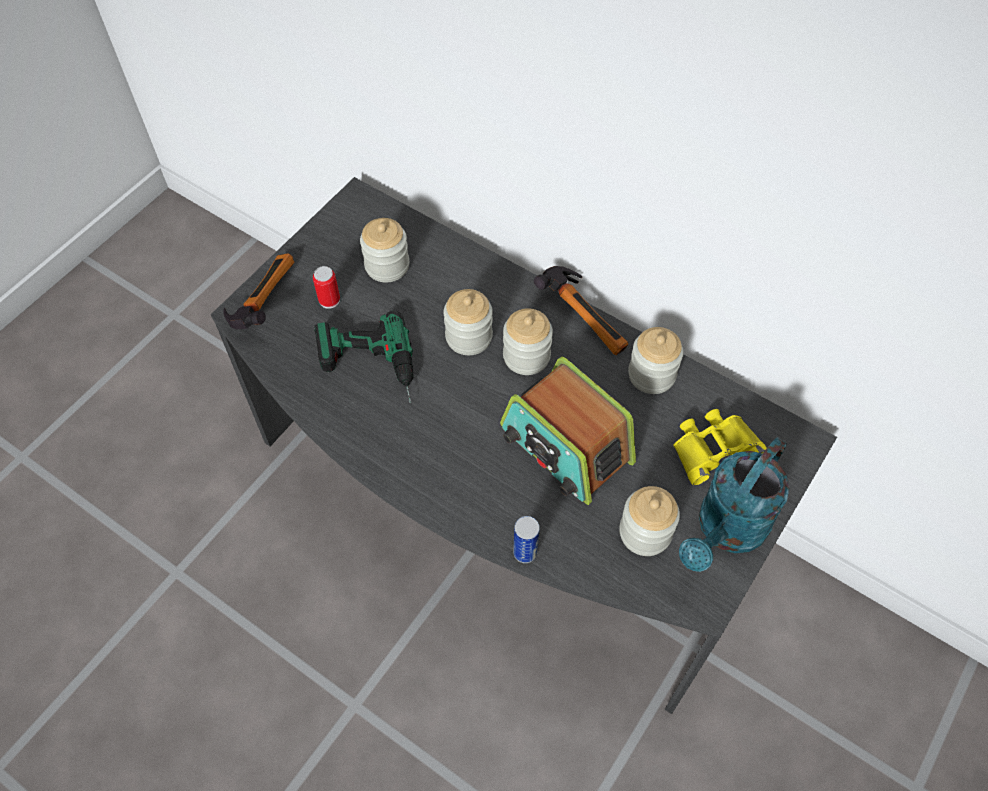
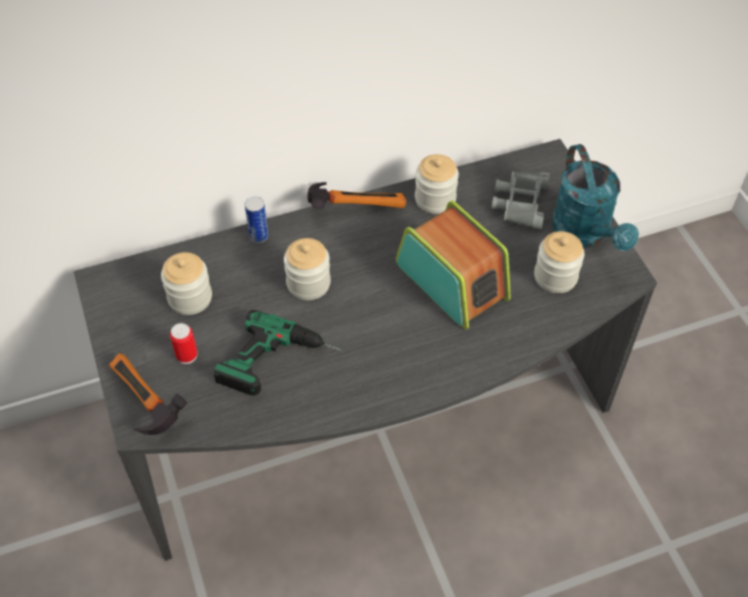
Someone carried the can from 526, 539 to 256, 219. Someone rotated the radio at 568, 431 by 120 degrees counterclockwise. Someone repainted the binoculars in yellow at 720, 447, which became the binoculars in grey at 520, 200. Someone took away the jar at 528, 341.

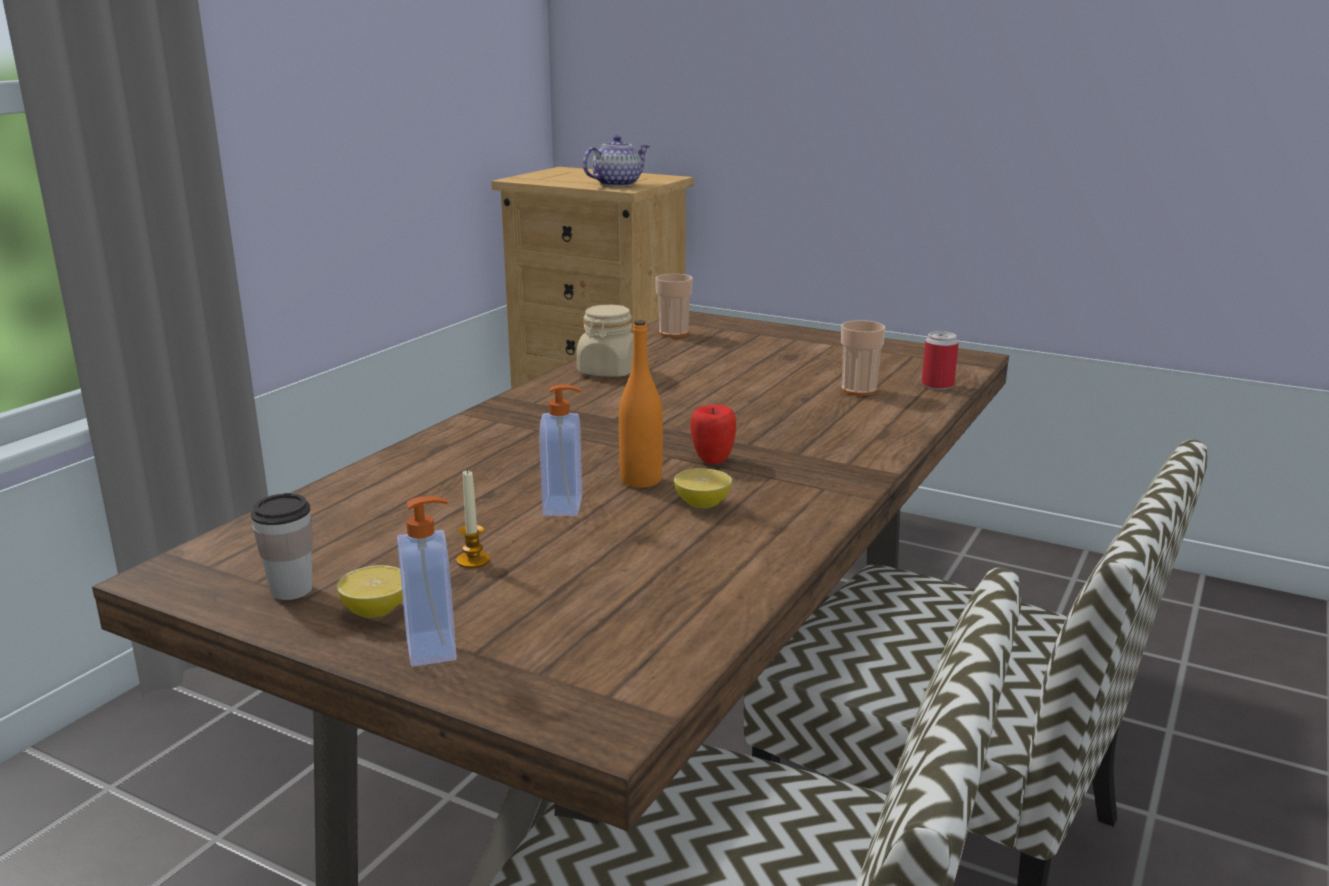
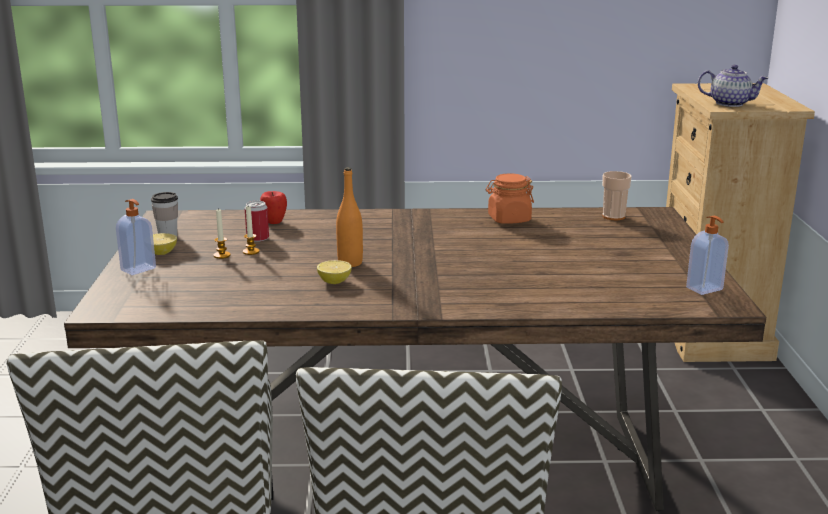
Someone put down the candle at 251, 230. Someone carried the can from 940, 360 to 257, 221. Someone carried the apple from 713, 434 to 273, 207. Someone repainted the jar in beige at 605, 341, which became the jar in orange at 510, 198. Someone carried the soap dispenser from 560, 450 to 707, 255. Someone took away the cup at 863, 358.

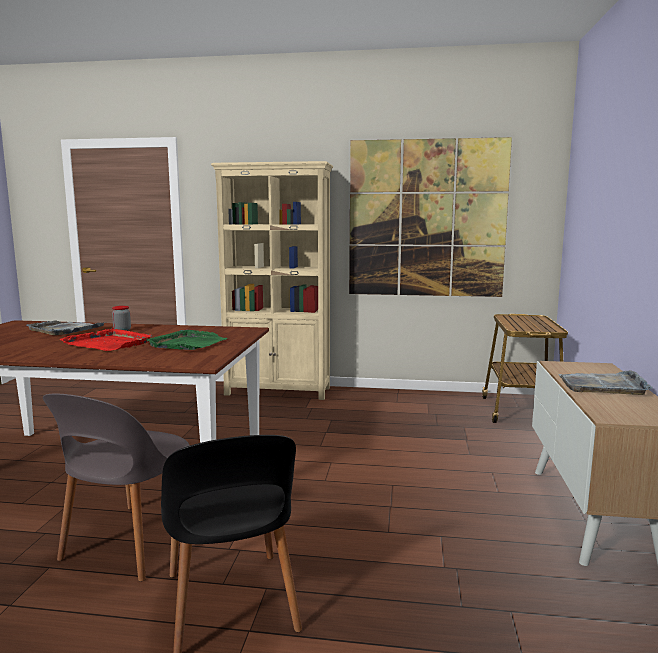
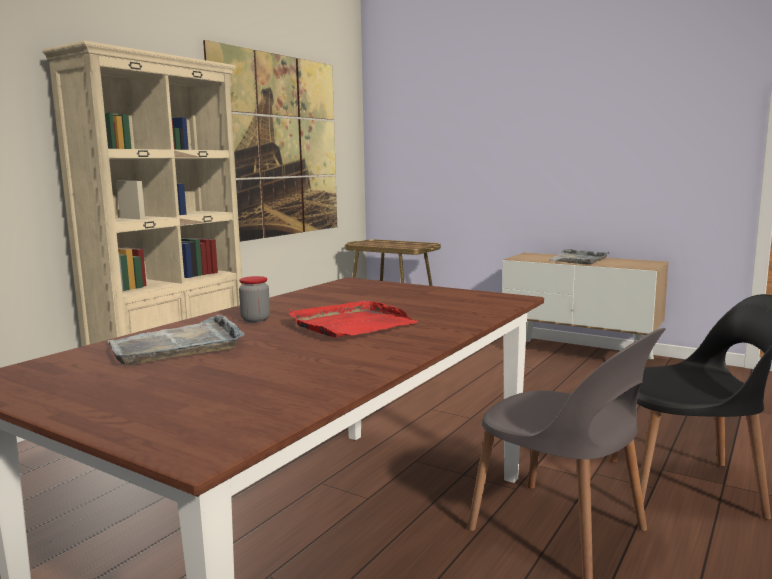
Someone took away the tray in green at 186, 340.

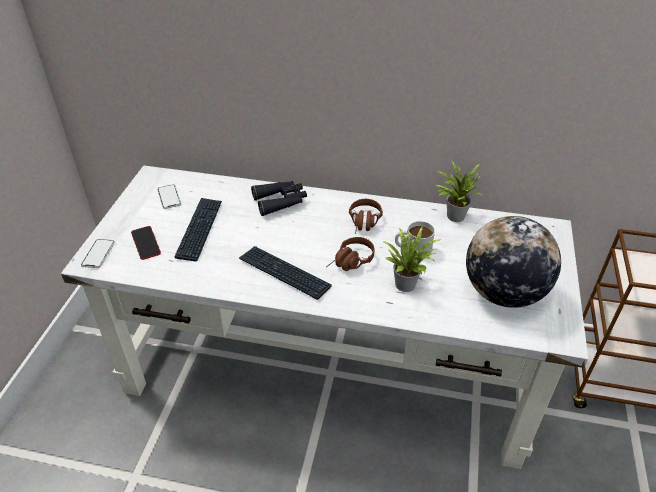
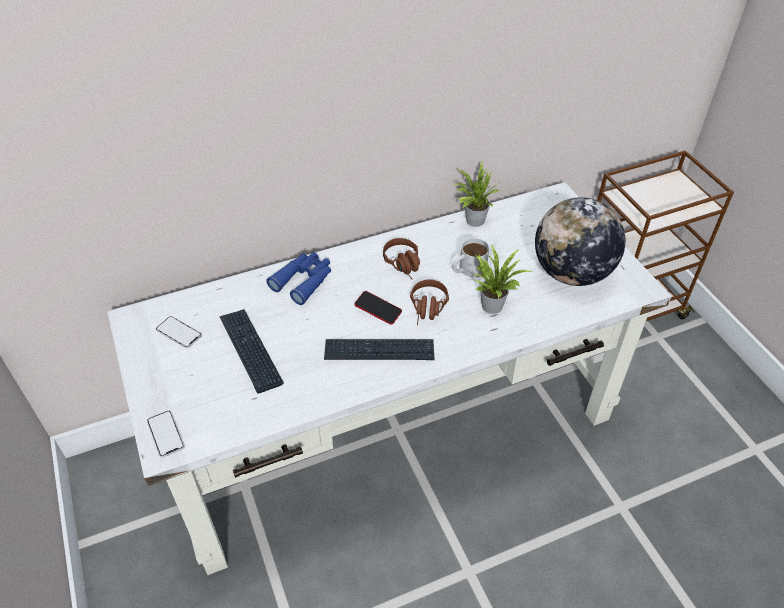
Someone repainted the binoculars in black at 279, 198, which became the binoculars in blue at 298, 278. Someone carried the phone from 146, 243 to 378, 308.

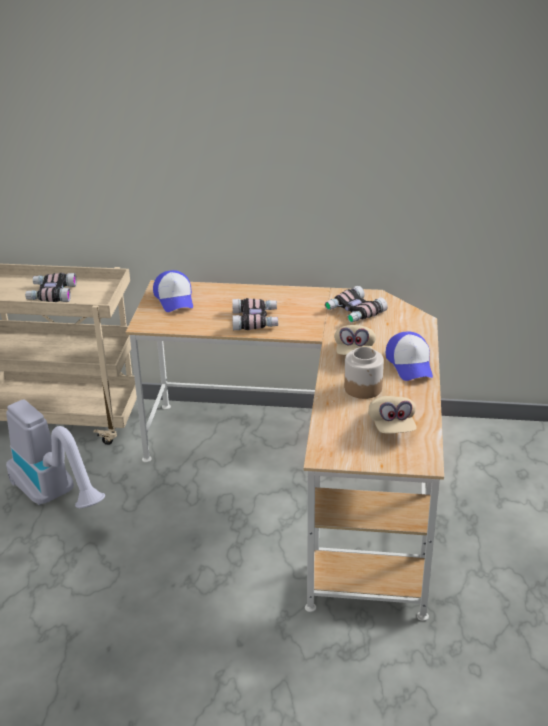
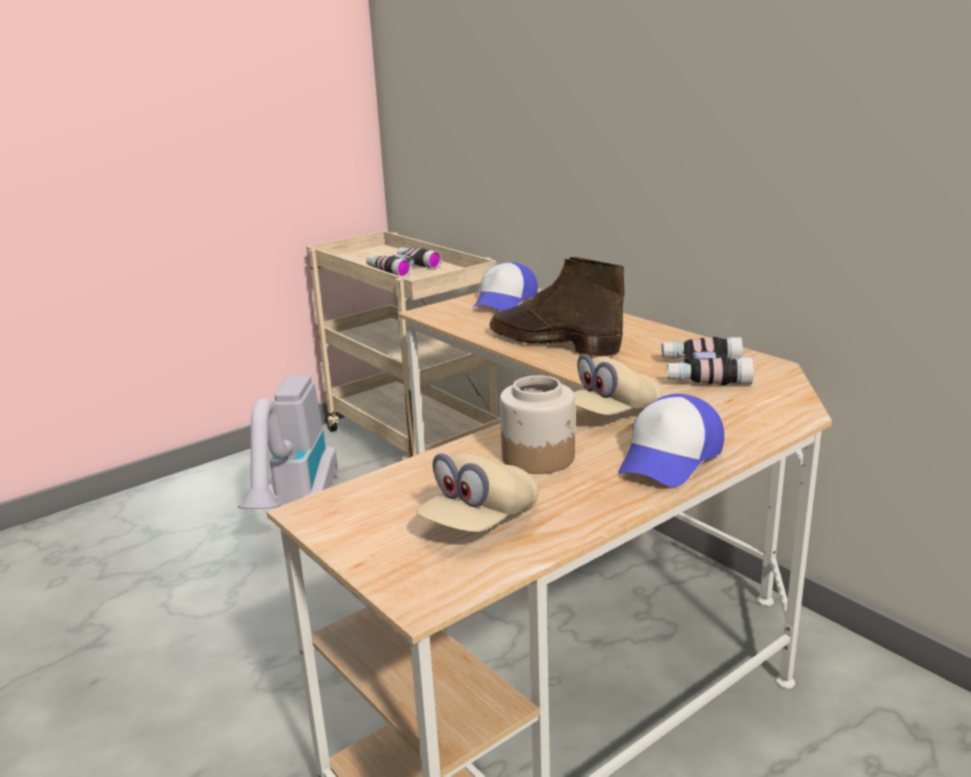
Someone swapped the binoculars at 255, 314 for the boot in brown at 557, 307.

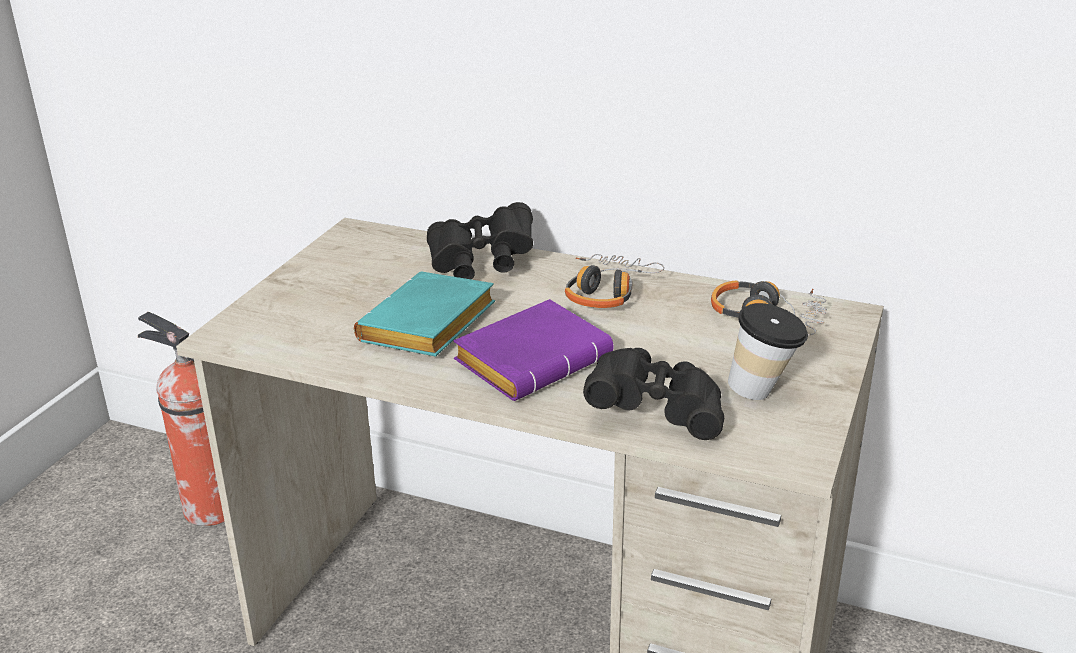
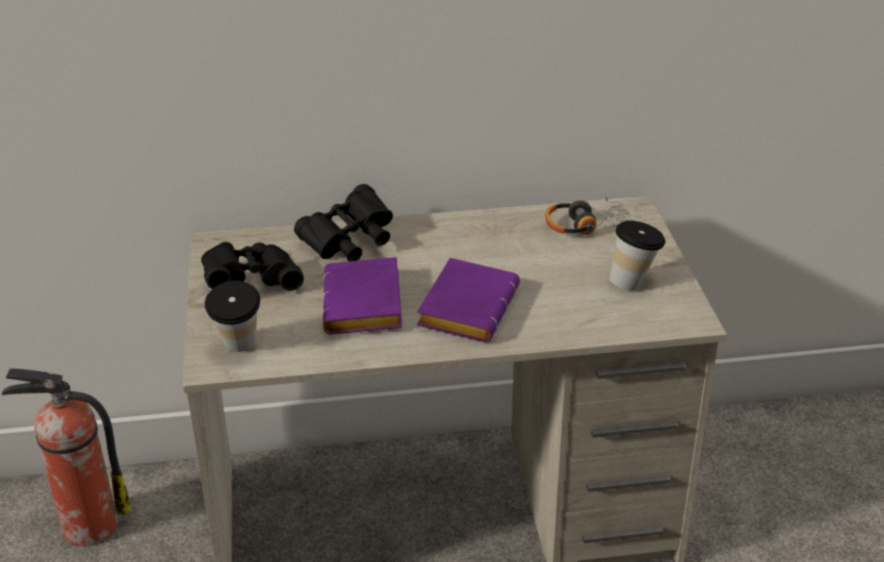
Someone carried the binoculars in black from 653, 394 to 252, 266. Someone put down the cup at 232, 316. Someone repainted the book in turquoise at 424, 314, which became the book in purple at 362, 295. Someone took away the headphones at 614, 281.

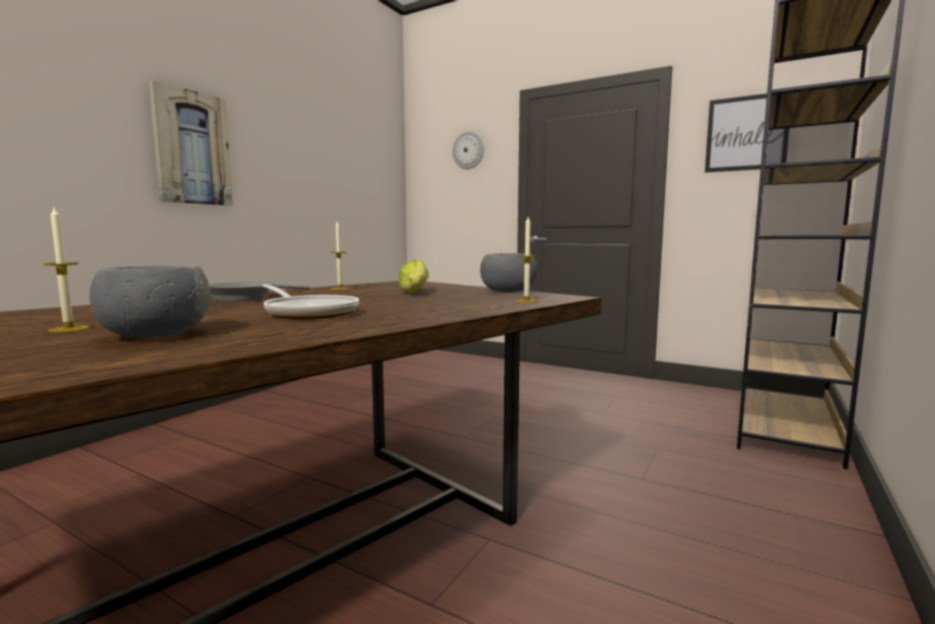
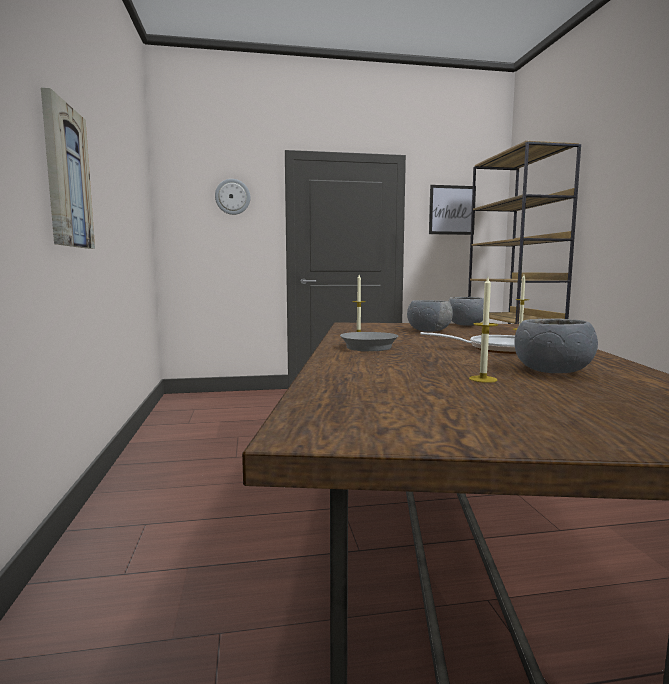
Someone swapped the lettuce at 414, 275 for the bowl in grey at 430, 316.

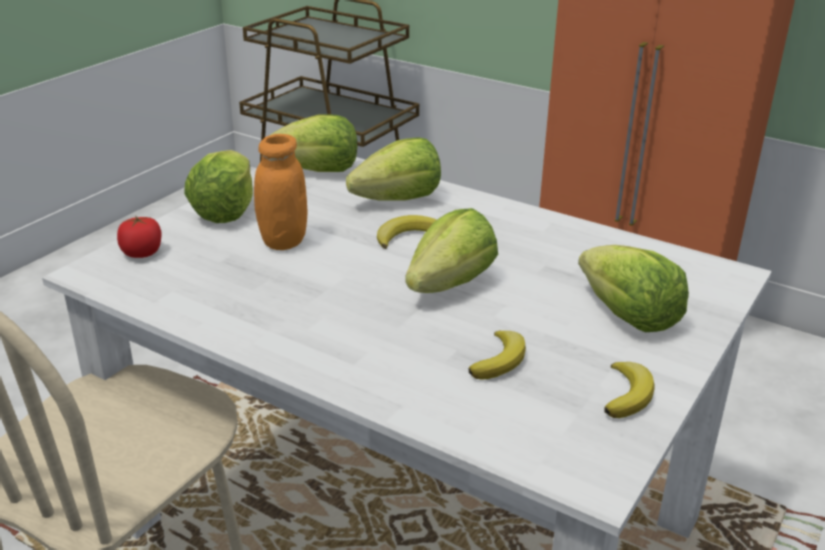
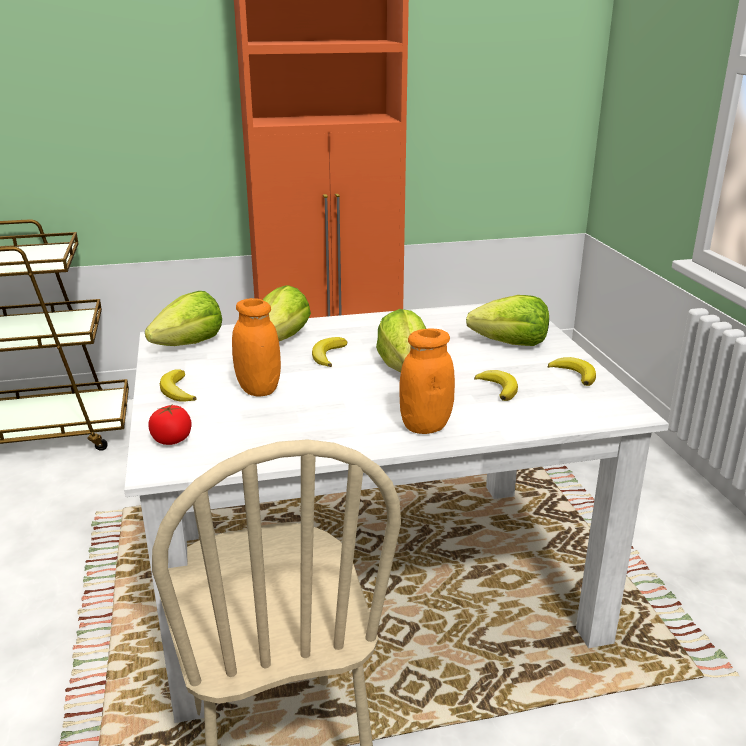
Someone swapped the lettuce at 218, 186 for the banana at 178, 385. Someone put down the jar in orange at 427, 381.

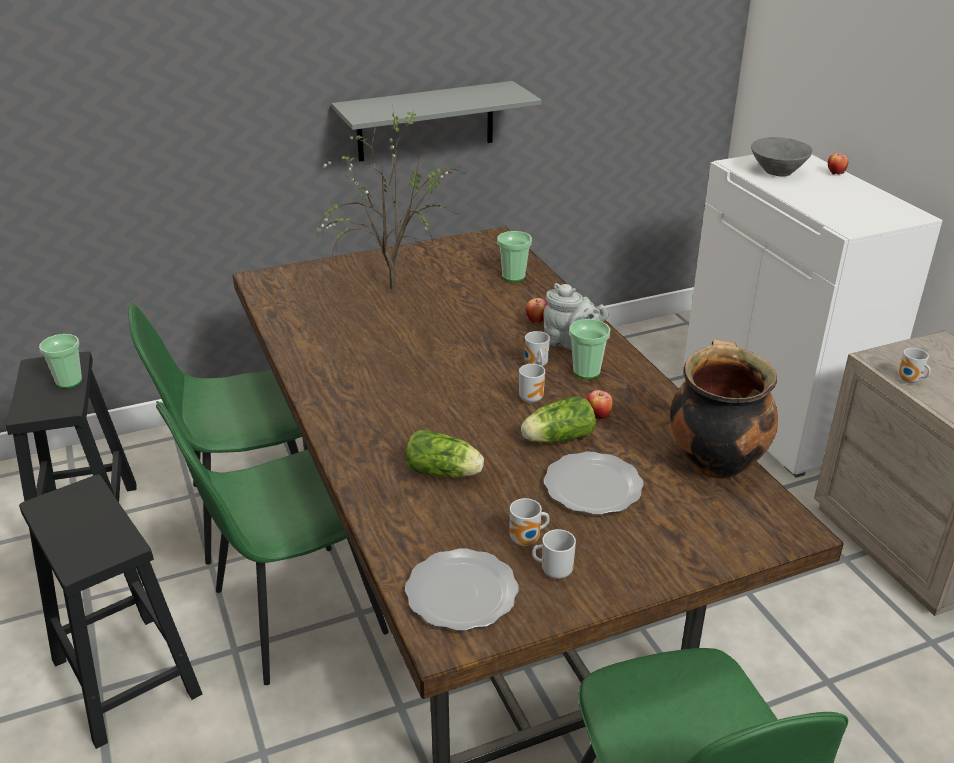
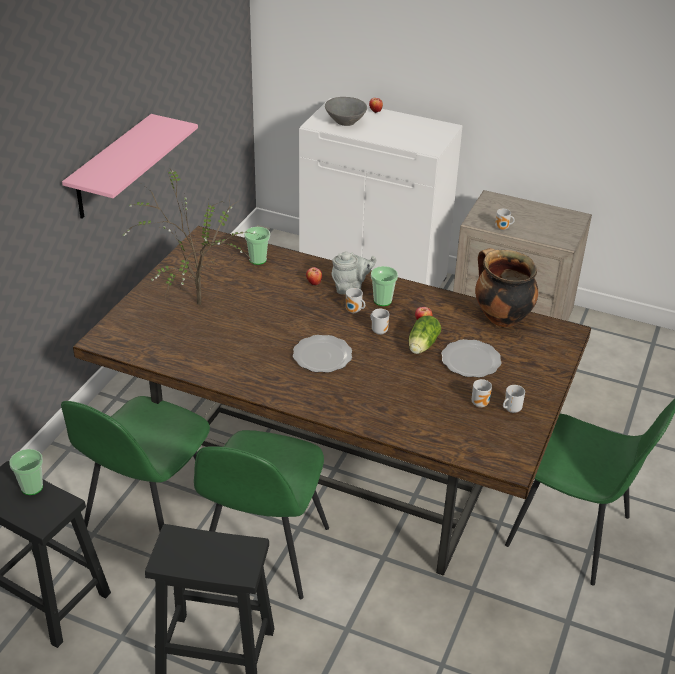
Someone repainted the shelf in grey at 437, 121, which became the shelf in pink at 130, 166. Someone carried the plate from 462, 590 to 322, 354. Someone took away the lettuce at 445, 453.

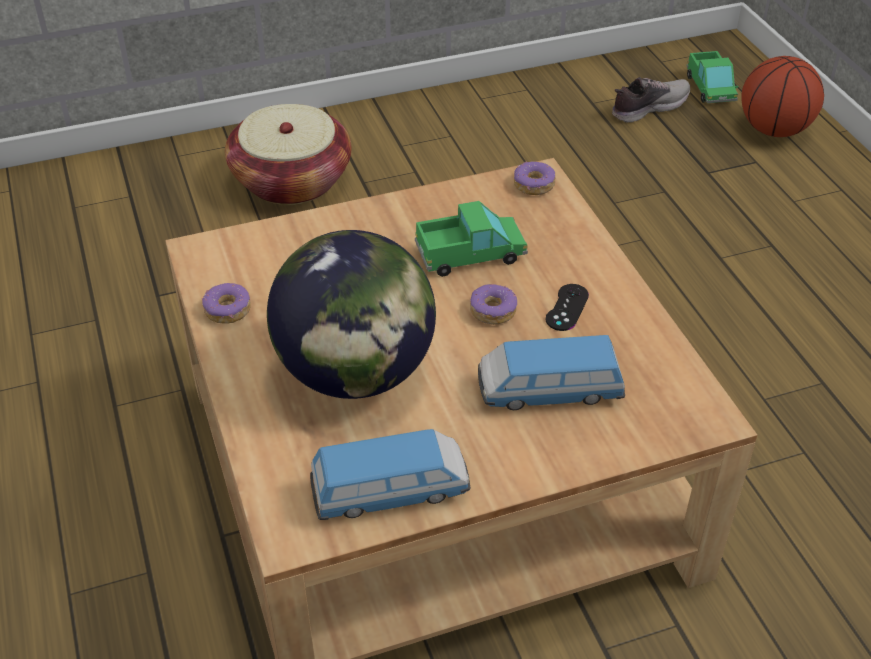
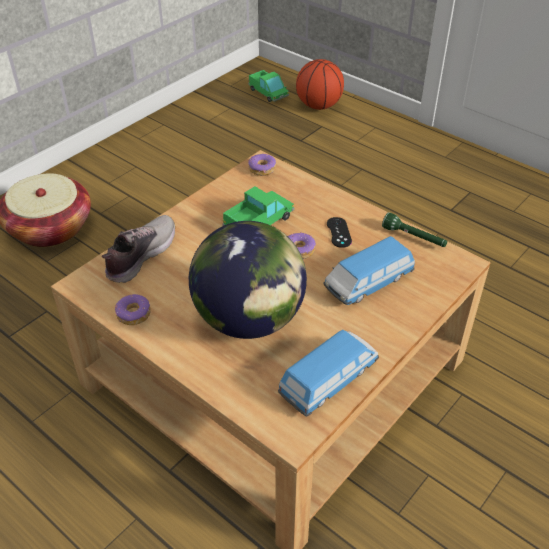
Someone carried the shoe from 651, 100 to 138, 249. Someone put down the flashlight in green at 414, 229.

